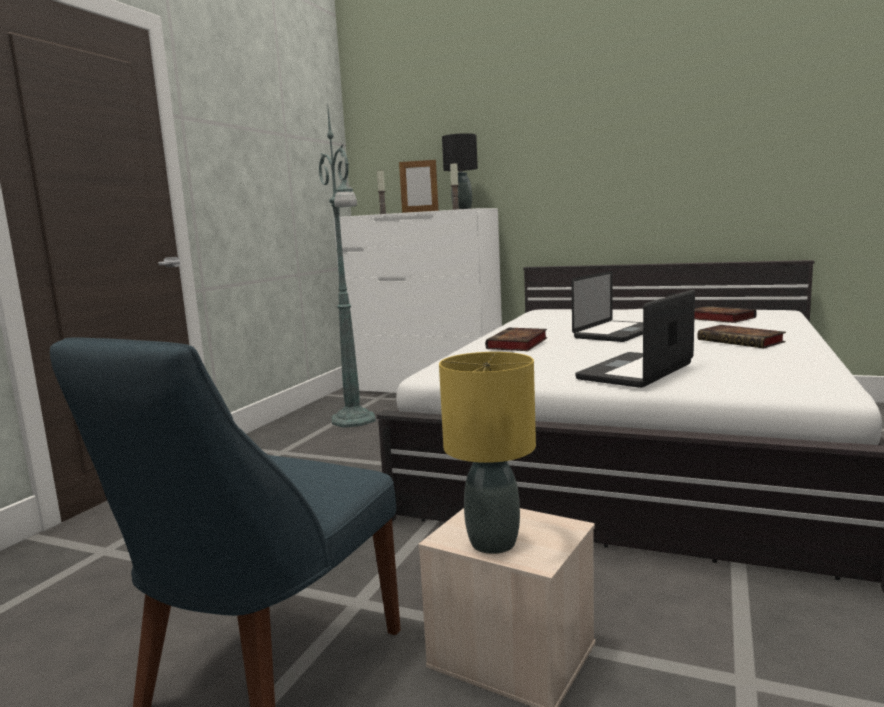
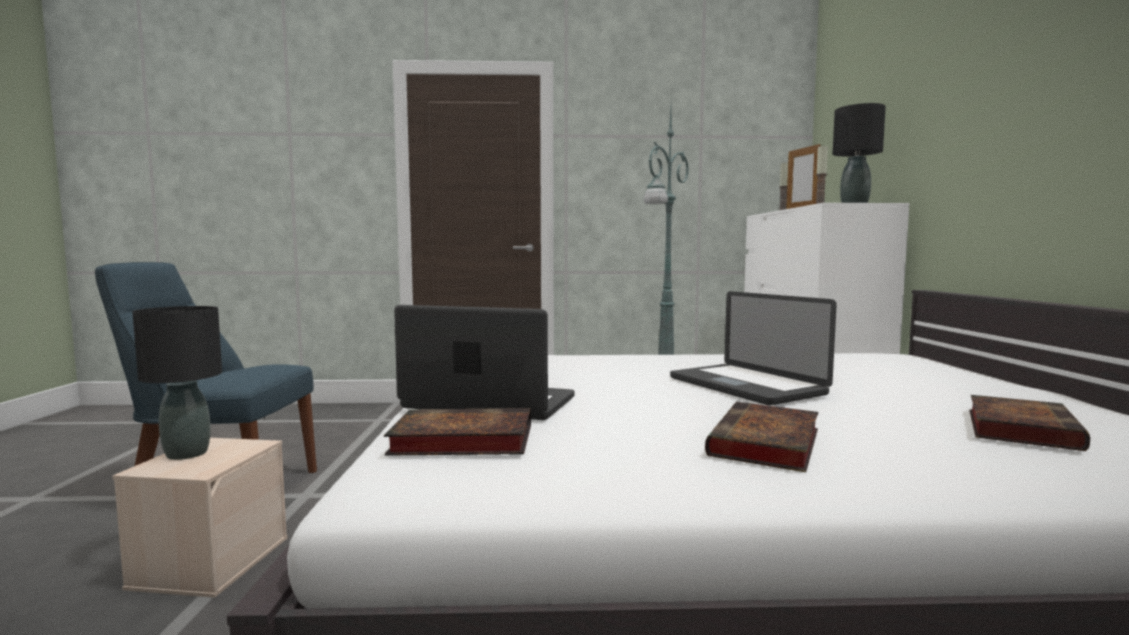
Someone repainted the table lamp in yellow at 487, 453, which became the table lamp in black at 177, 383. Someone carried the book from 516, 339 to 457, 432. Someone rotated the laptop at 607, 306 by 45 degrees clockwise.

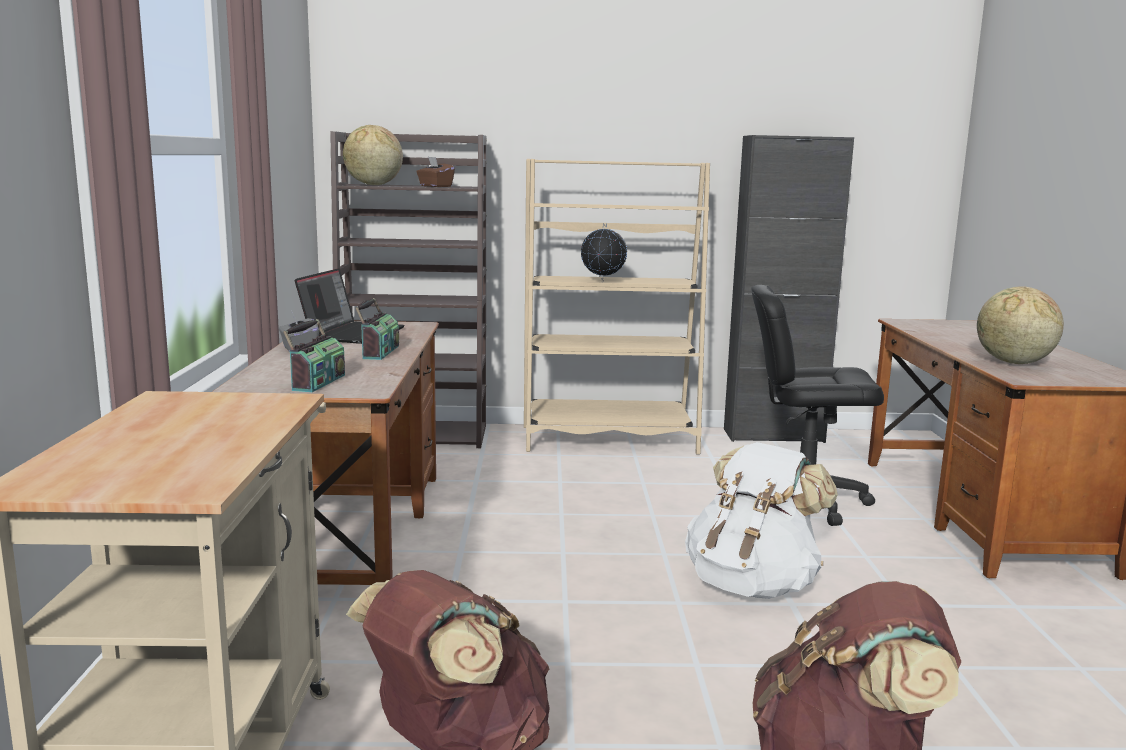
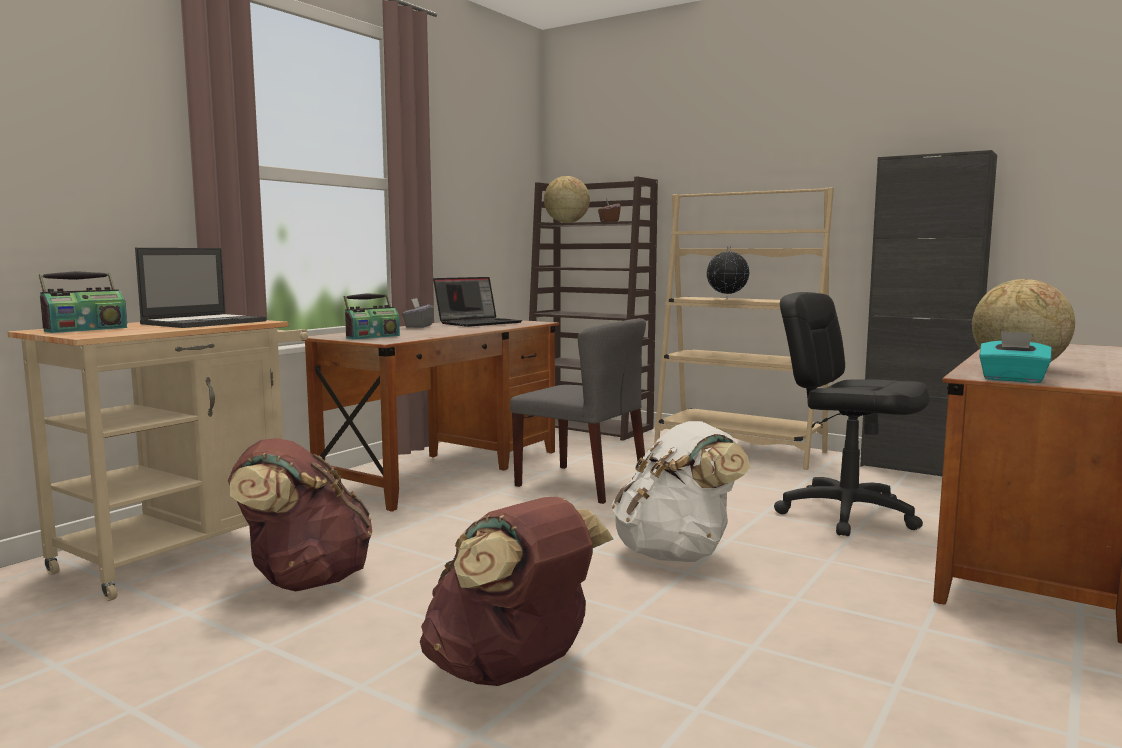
Someone carried the radio from 377, 329 to 83, 302. Someone put down the laptop at 201, 288. Someone put down the chair in grey at 578, 411. Someone put down the tissue box in turquoise at 1015, 357.

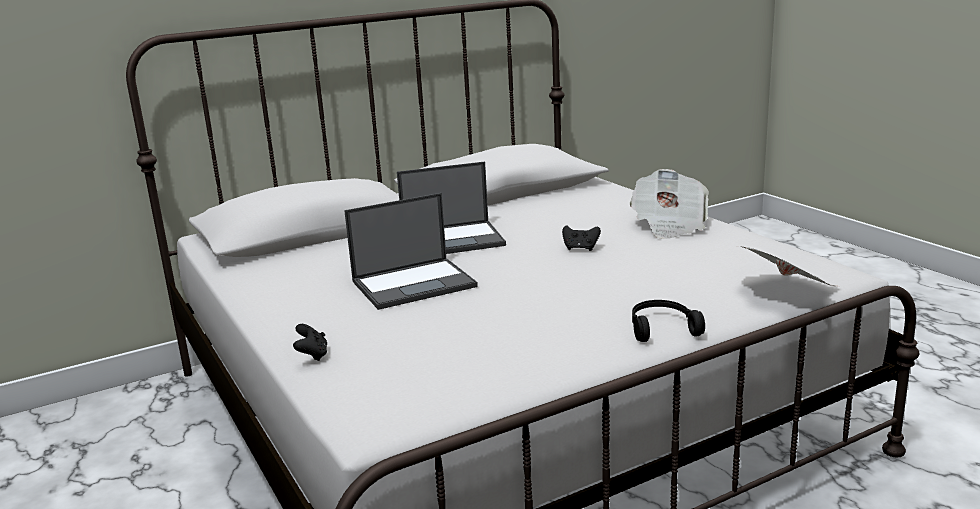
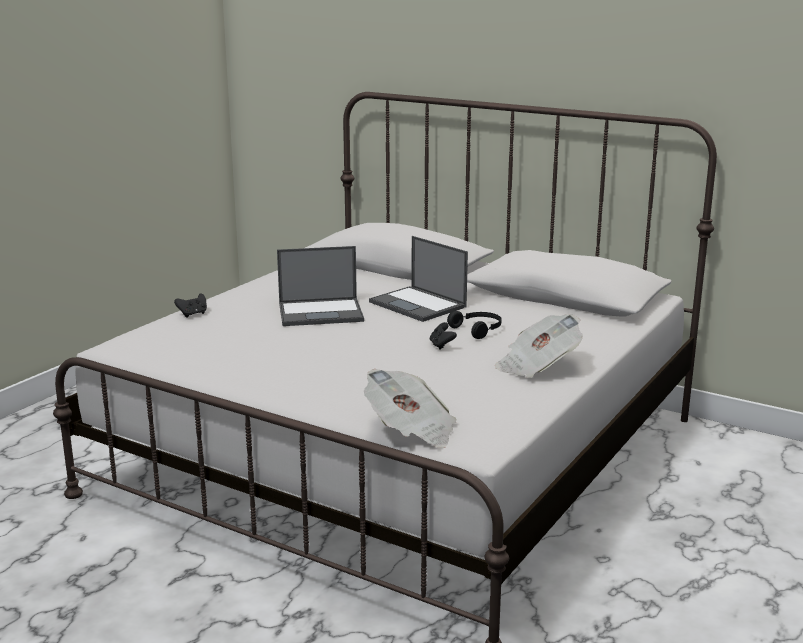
Someone rotated the laptop at 411, 251 by 45 degrees counterclockwise. Someone carried the headphones in black from 668, 321 to 474, 325.

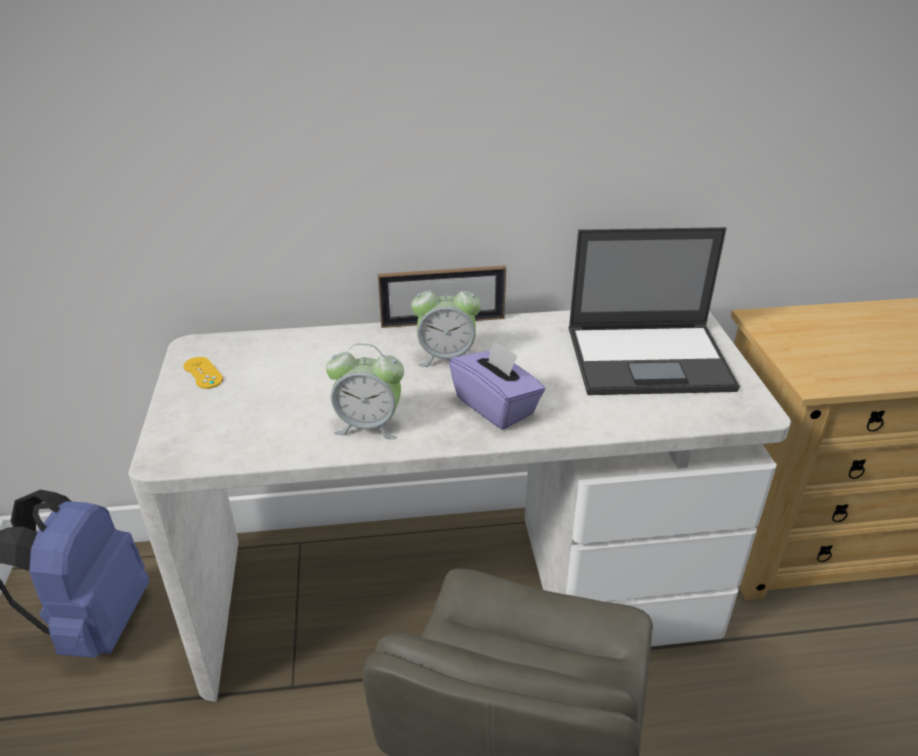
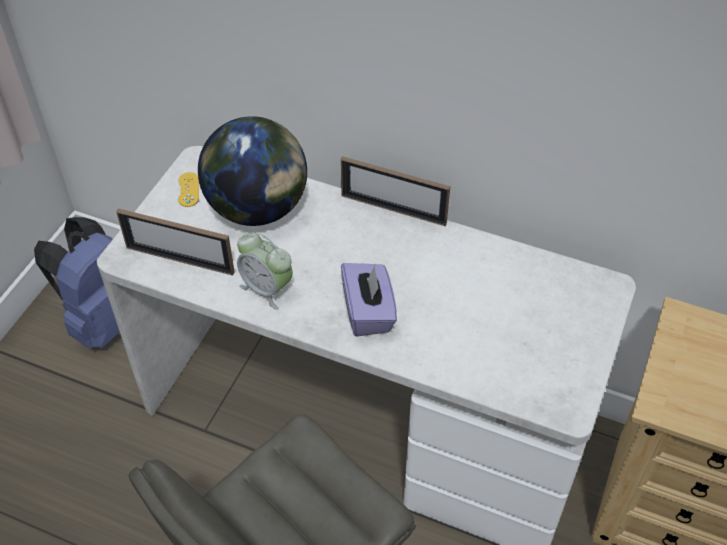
Someone put down the picture frame at 175, 242. Someone put down the globe at 252, 171. Someone took away the alarm clock at 446, 324. Someone took away the laptop at 654, 311.

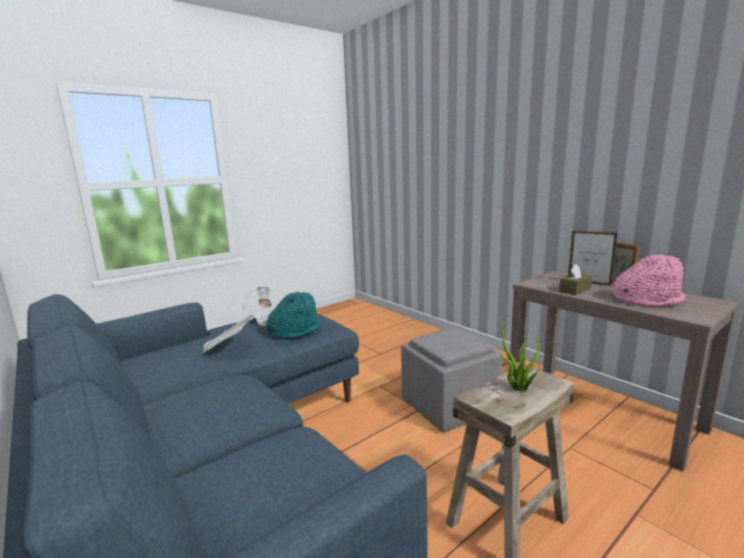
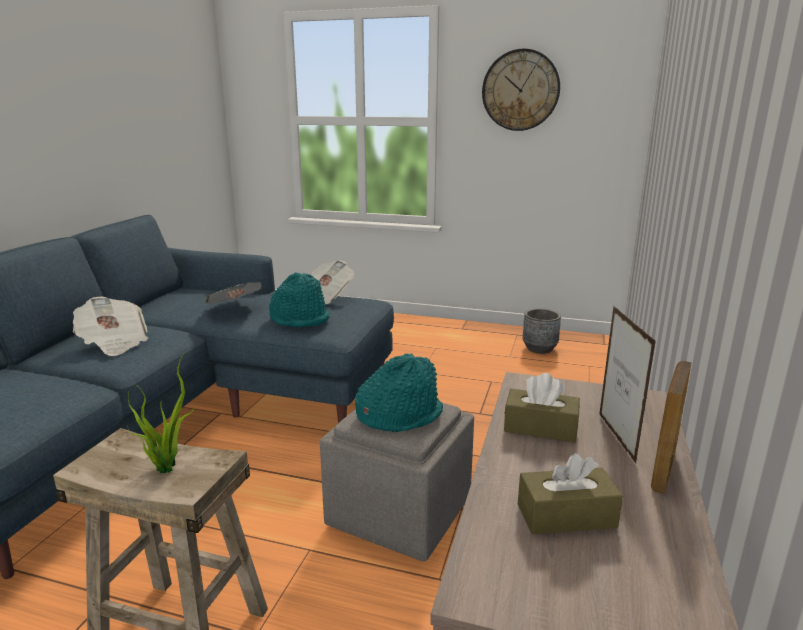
Someone put down the newspaper at 110, 326. Someone put down the hat in turquoise at 399, 392. Someone put up the wall clock at 521, 89. Someone swapped the hat in pink at 649, 280 for the tissue box in brown at 570, 493. Someone put down the planter in grey at 542, 331.

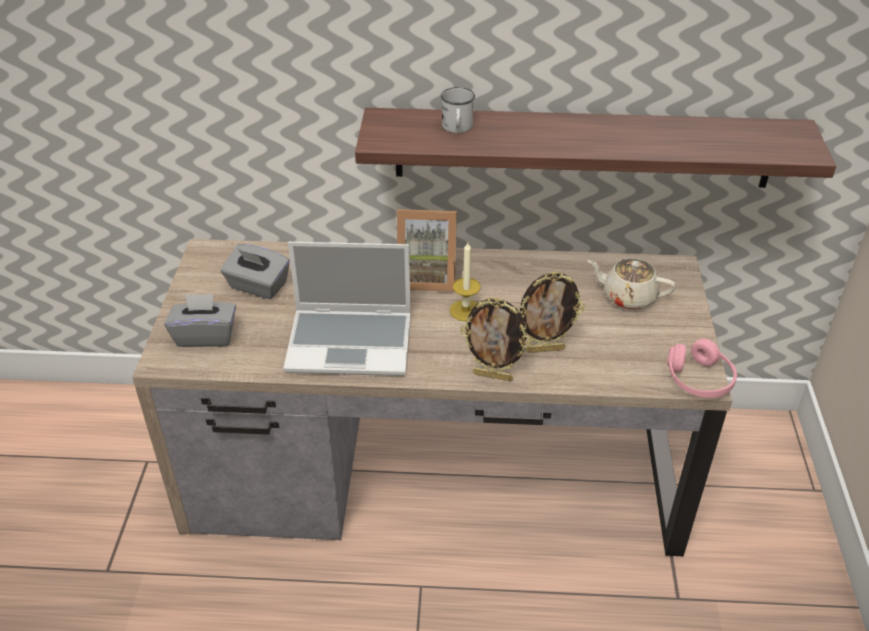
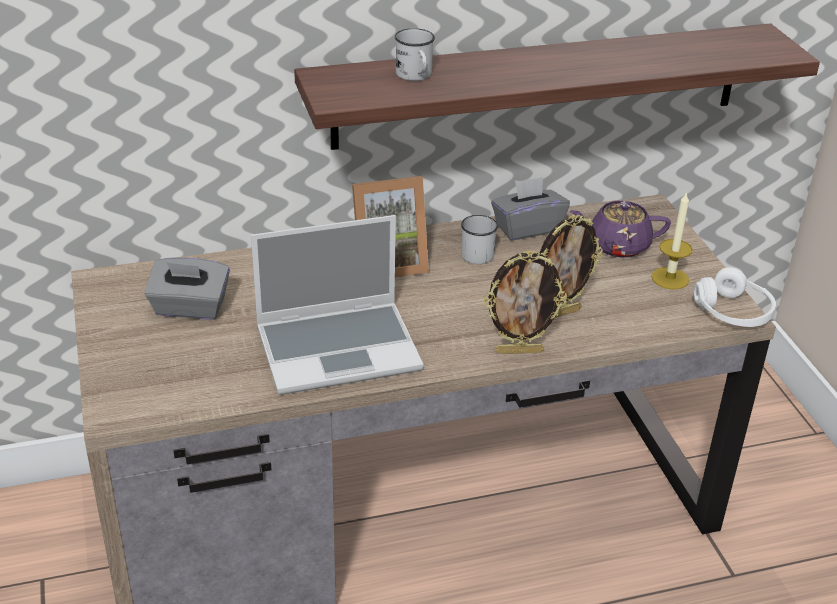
Someone put down the mug in white at 479, 239. Someone carried the tissue box in grey from 200, 320 to 530, 208. Someone repainted the teapot in beige at 631, 284, which became the teapot in purple at 620, 229. Someone carried the candle from 465, 282 to 671, 240. Someone repainted the headphones in pink at 702, 368, which became the headphones in white at 735, 297.

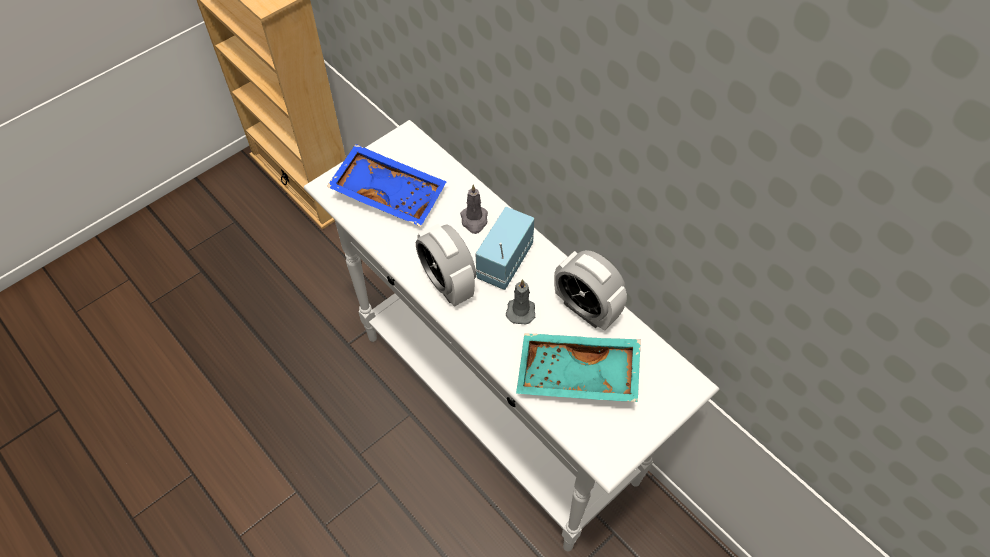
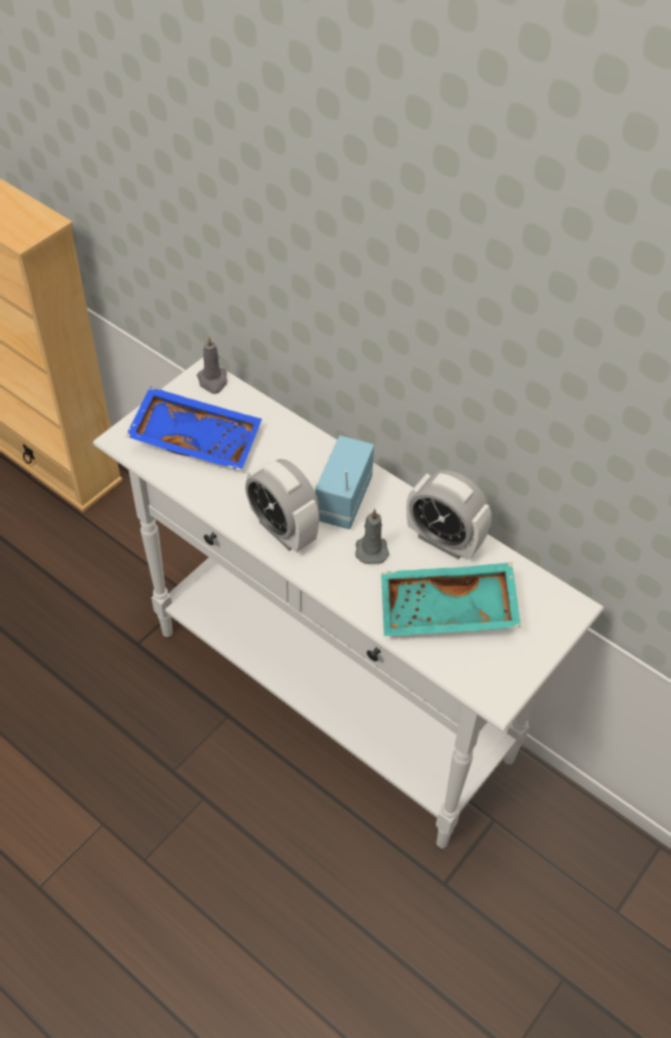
Someone carried the candle in grey from 474, 209 to 212, 365.

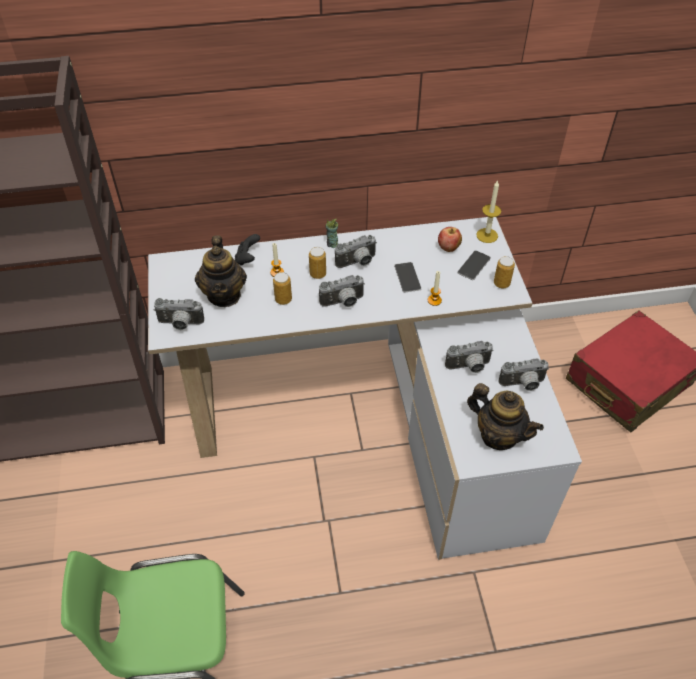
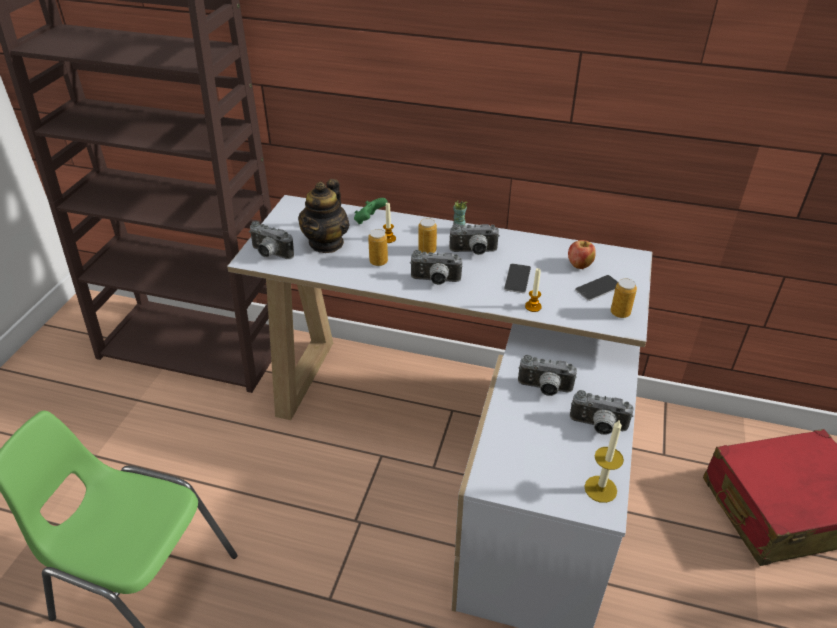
Someone repainted the game controller in black at 247, 250, which became the game controller in green at 371, 211. Someone carried the candle from 488, 211 to 604, 461. Someone took away the teapot at 505, 416.

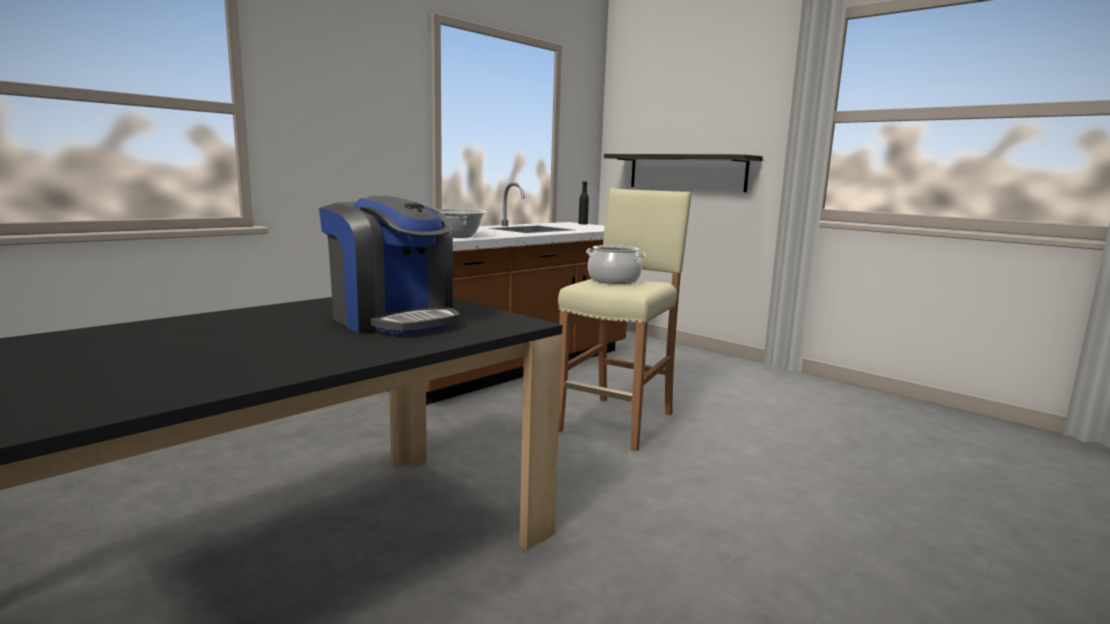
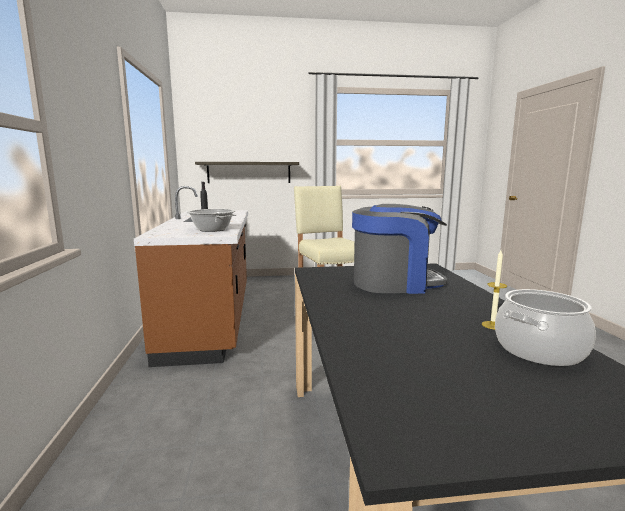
Someone put down the candle at 494, 290. Someone carried the cooking pot from 616, 264 to 545, 327.

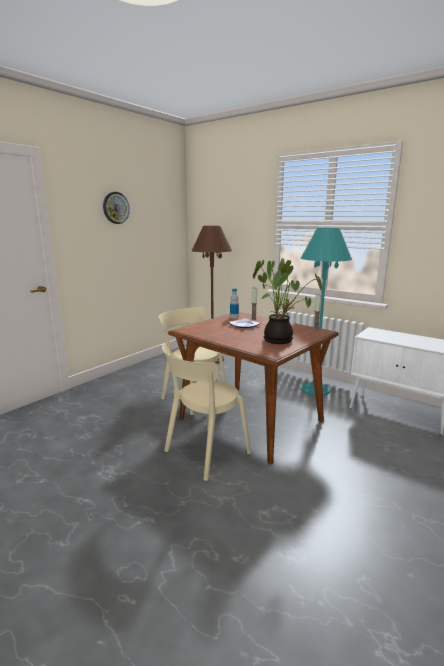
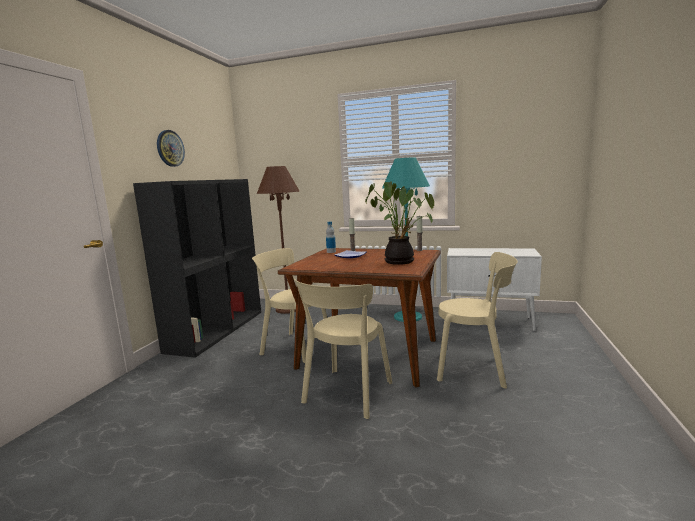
Someone put down the bookcase in black at 197, 268. Someone put down the chair in beige at 477, 320.

